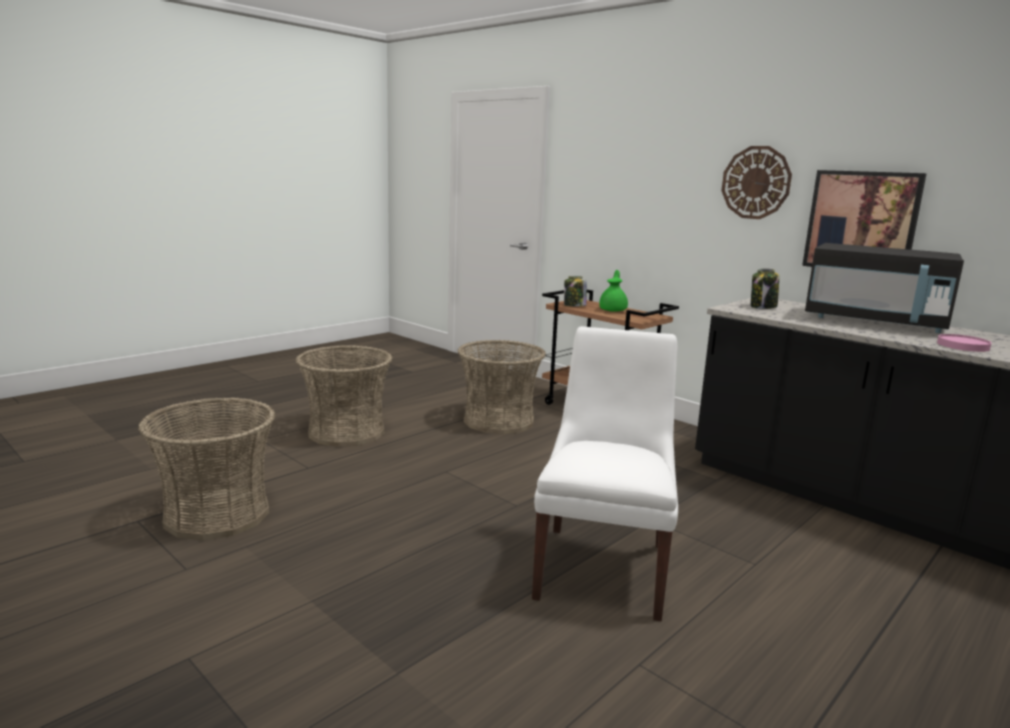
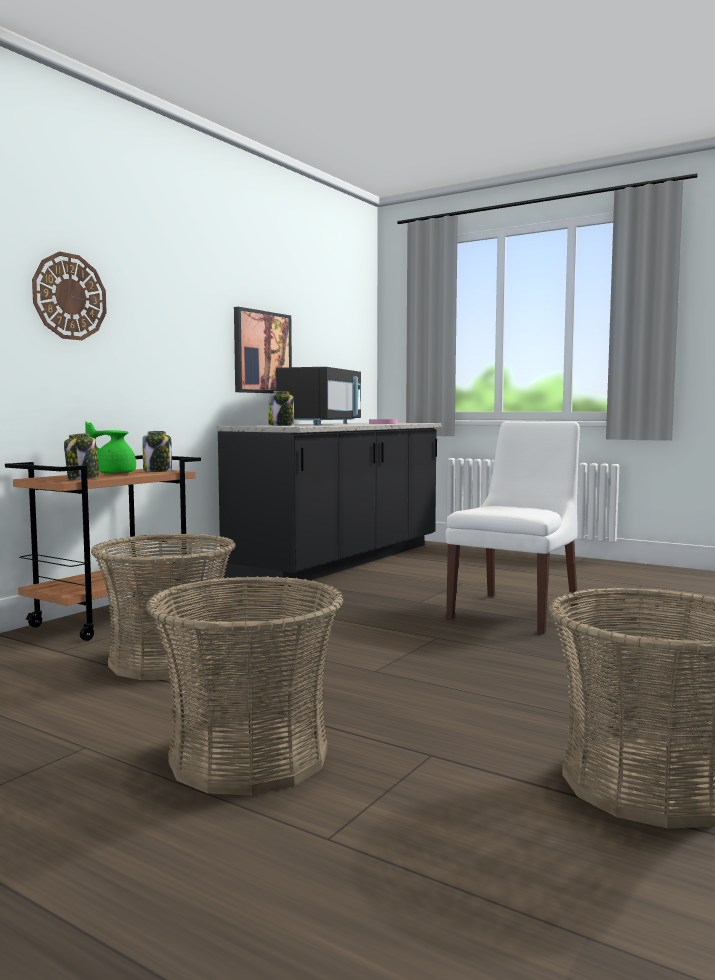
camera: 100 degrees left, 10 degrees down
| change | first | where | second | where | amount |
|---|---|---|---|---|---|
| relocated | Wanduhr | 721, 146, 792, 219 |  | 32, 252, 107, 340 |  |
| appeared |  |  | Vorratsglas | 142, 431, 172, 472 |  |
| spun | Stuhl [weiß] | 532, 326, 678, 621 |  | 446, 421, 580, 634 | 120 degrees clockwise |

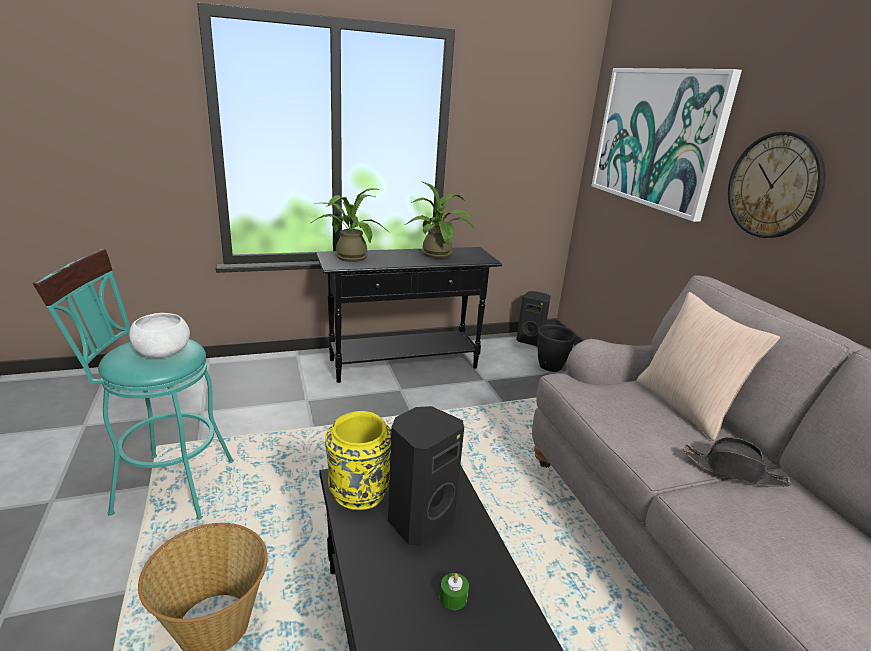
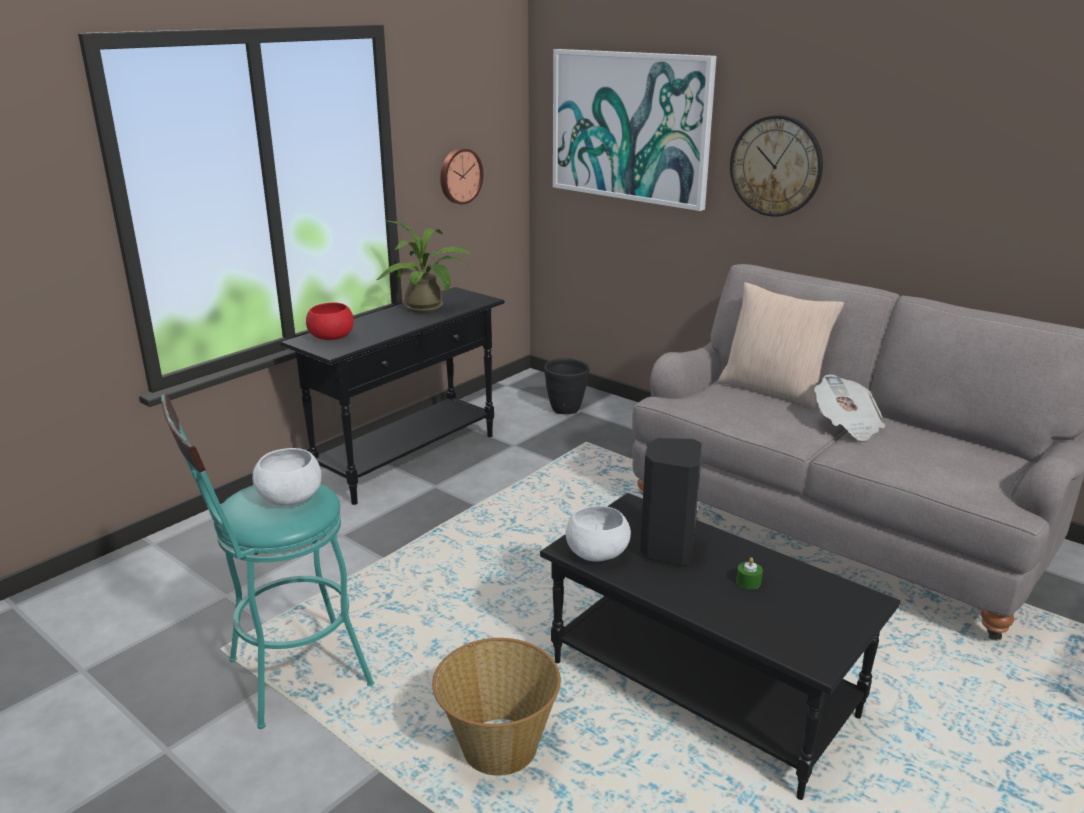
camera: 30 degrees left, 0 degrees up
| change | first | where | second | where | amount |
|---|---|---|---|---|---|
| exchanged | Topfpflanze | 311, 188, 390, 262 | Schüssel [rot] | 306, 303, 354, 340 |  |
| appeared |  |  | Wanduhr | 440, 148, 483, 205 |  |
| exchanged | Vase [gelb] | 325, 411, 391, 510 | Schüssel [weiß] | 566, 505, 631, 562 |  |
| exchanged | Hut [schwarz] | 684, 437, 791, 487 | Zeitung | 814, 375, 885, 441 |  |
| missing | Lautsprecher [schwarz] | 516, 291, 551, 346 |  |  |  |

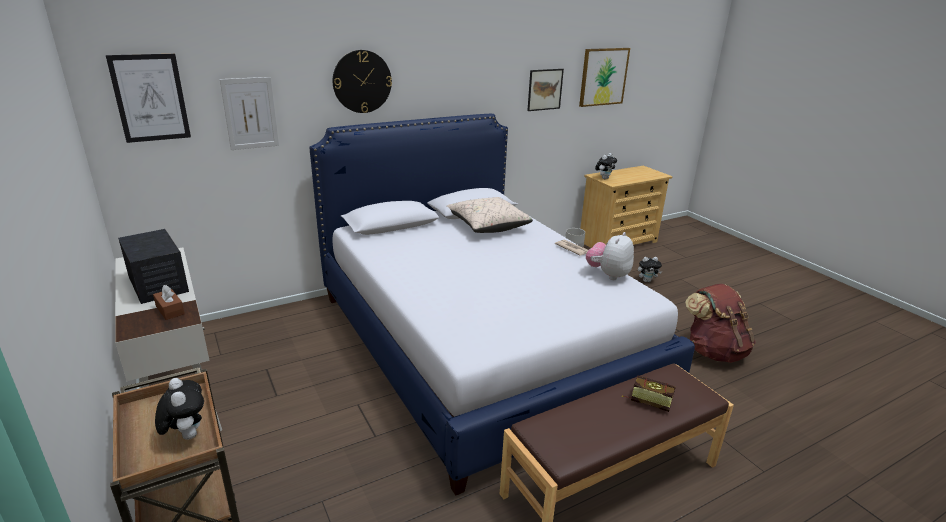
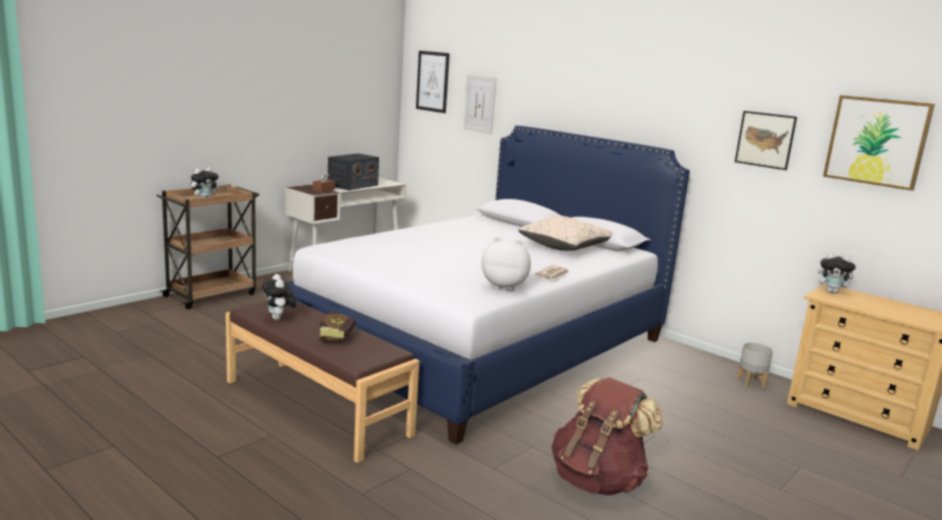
camera: 70 degrees right, 10 degrees down
| change | first | where | second | where | amount |
|---|---|---|---|---|---|
| relocated | Plüschtier | 638, 257, 662, 282 |  | 262, 274, 296, 320 |  |
| missing | Wanduhr | 333, 50, 392, 113 |  |  |  |

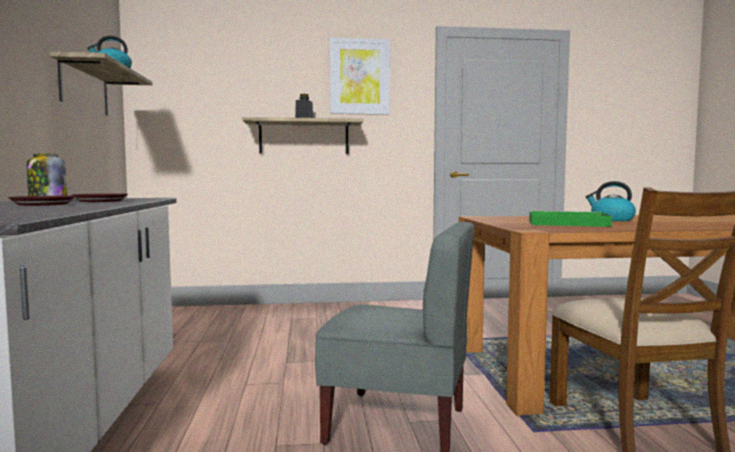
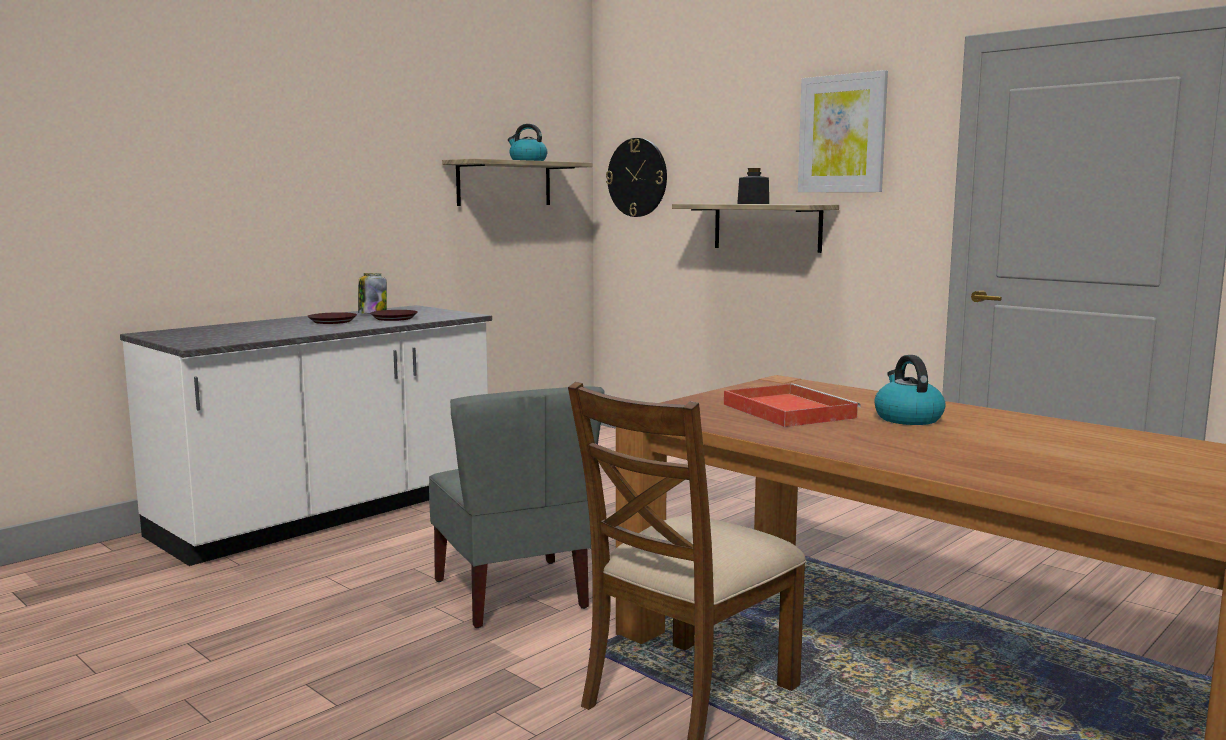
camera: 50 degrees right, 5 degrees up
| change | first | where | second | where | amount |
|---|---|---|---|---|---|
| appeared |  |  | Wanduhr | 606, 138, 667, 217 |  |
| colour | Tablett [grün] | 529, 211, 612, 227 | Tablett [rot] | 724, 383, 861, 427 |  |

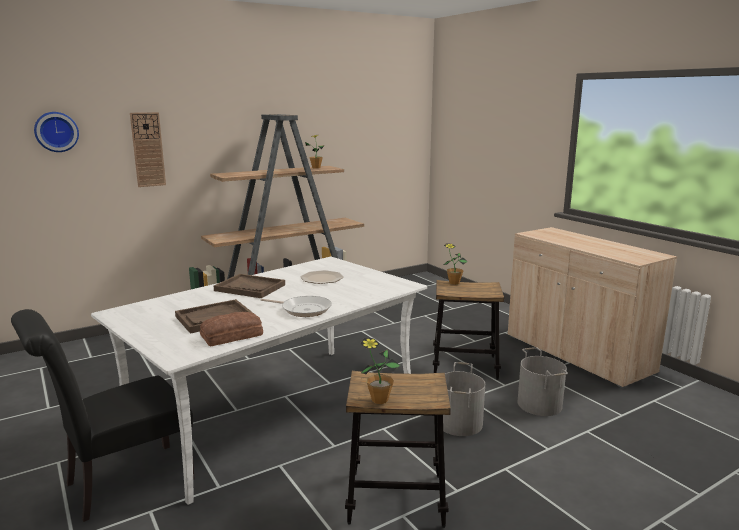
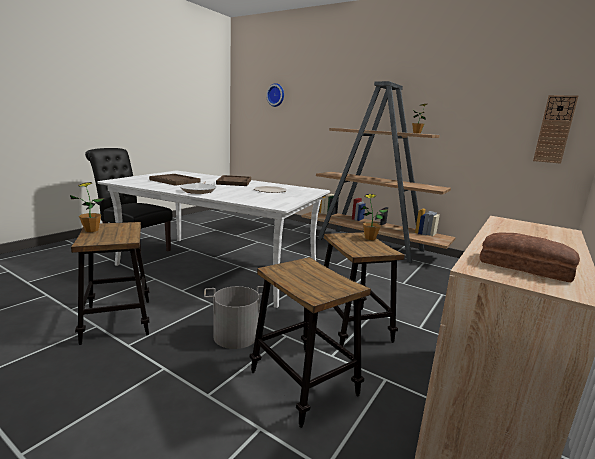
camera: 65 degrees right, 0 degrees up
| change | first | where | second | where | amount |
|---|---|---|---|---|---|
| exchanged | Eimer [grau] | 518, 347, 568, 416 | Hocker | 250, 257, 371, 428 |  |
| relocated | Brot | 200, 312, 263, 347 |  | 479, 232, 580, 282 |  |
| relocated | Wanduhr | 130, 112, 166, 187 |  | 533, 95, 578, 164 |  |

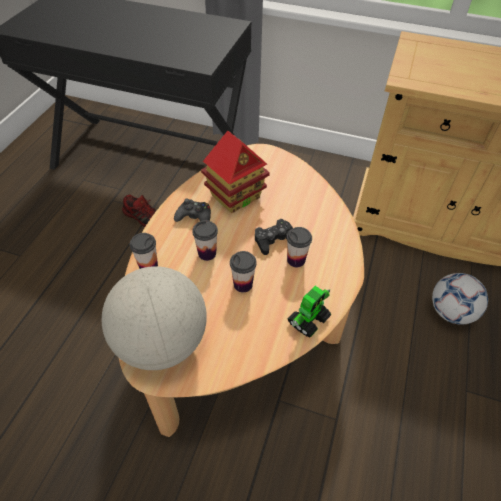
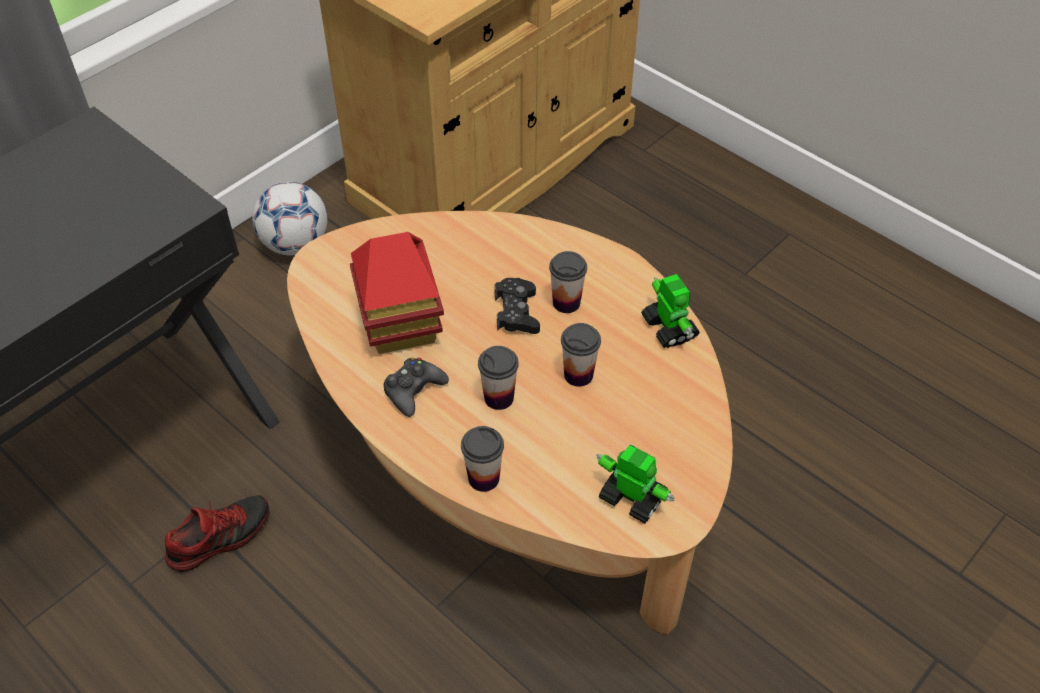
camera: 65 degrees left, 0 degrees up
| change | first | where | second | where | amount |
|---|---|---|---|---|---|
| relocated | Fußball | 432, 273, 488, 325 |  | 252, 182, 328, 255 |  |
| exchanged | Globus | 102, 266, 207, 370 | Spielzeugroboter | 596, 445, 674, 523 |  |

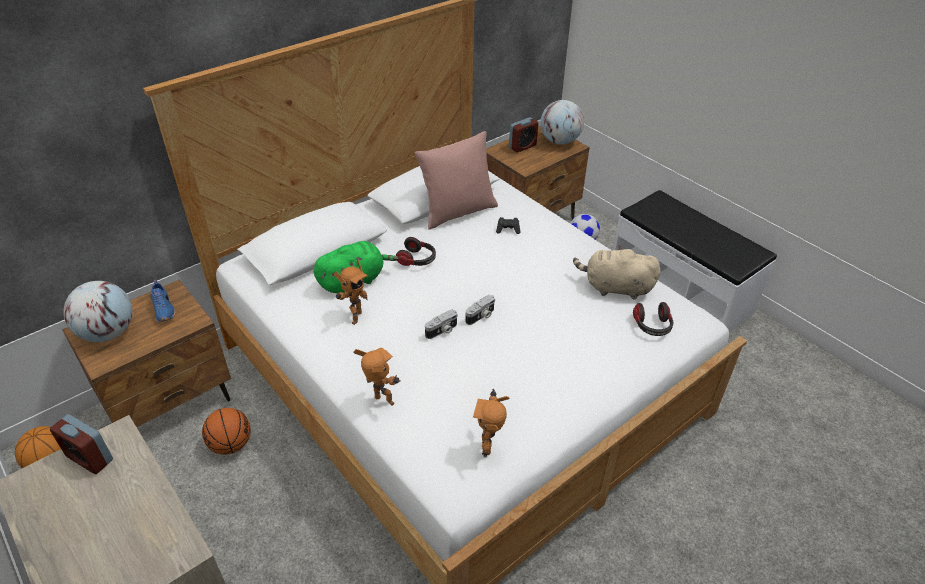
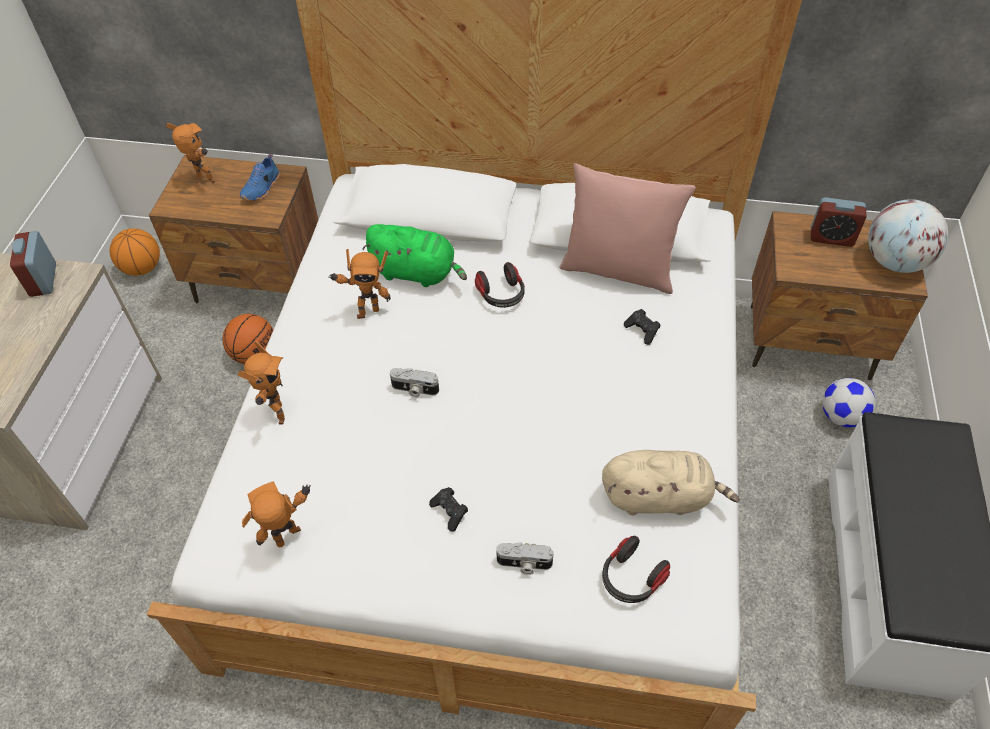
camera: 50 degrees right, 10 degrees up
| change | first | where | second | where | amount |
|---|---|---|---|---|---|
| exchanged | Globus | 64, 281, 132, 342 | Spielzeugroboter | 166, 123, 215, 183 |  |
| appeared |  |  | Gamepad [schwarz] | 429, 487, 468, 532 |  |
| relocated | Kamera | 465, 295, 495, 325 |  | 496, 542, 554, 575 |  |
| spun | Plüschtier [beige] | 573, 245, 661, 300 |  | 602, 450, 740, 515 | 120 degrees clockwise |

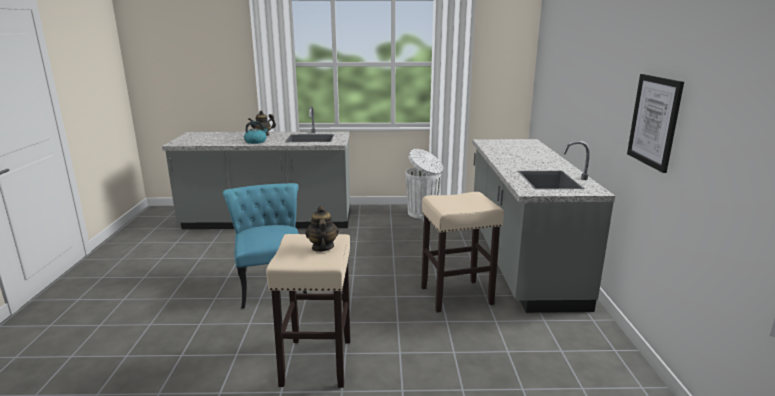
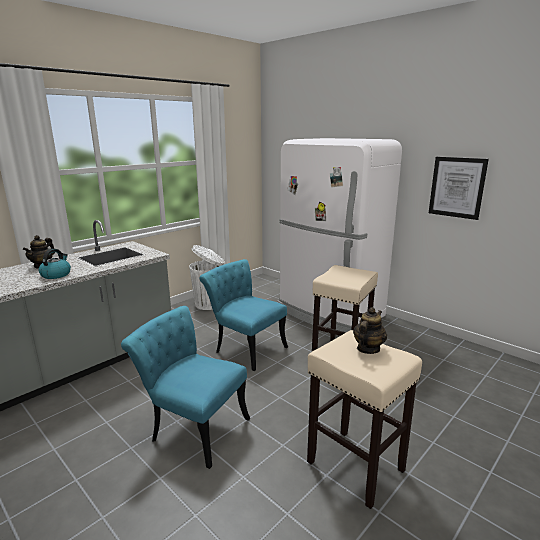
camera: 45 degrees left, 0 degrees up
| change | first | where | second | where | amount |
|---|---|---|---|---|---|
| appeared |  |  | Stuhl [türkis] | 200, 259, 288, 371 |  |
| exchanged | Küchenzeile [grau] | 472, 139, 615, 313 | Kühlschrank [weiß] | 277, 138, 402, 332 |  |
| spun | Teekanne | 305, 206, 339, 252 |  | 353, 307, 387, 354 | 90 degrees clockwise |

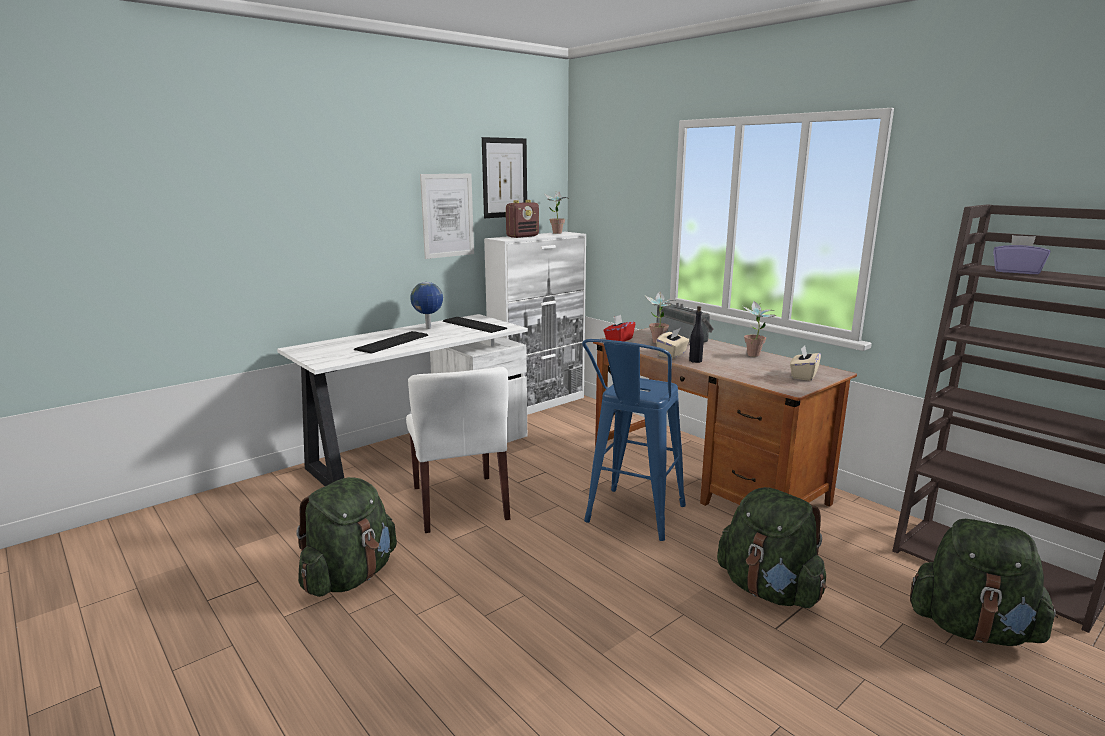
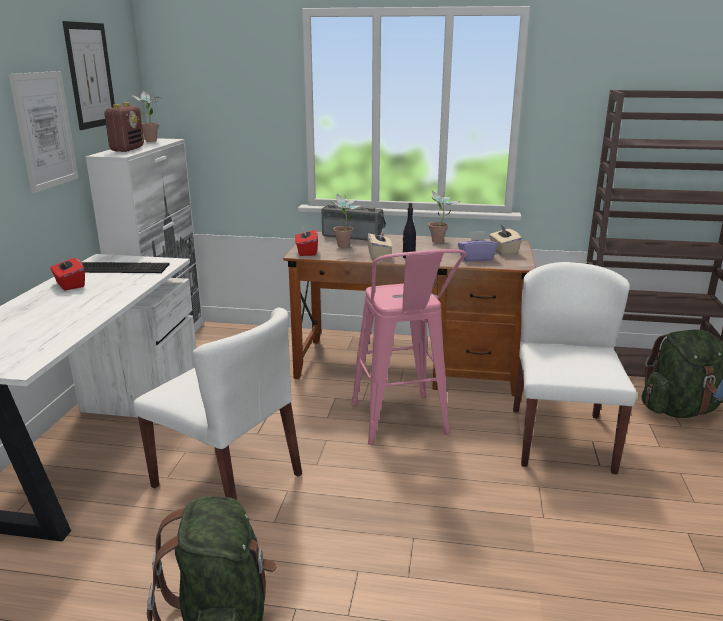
camera: 40 degrees left, 5 degrees up
| change | first | where | second | where | amount |
|---|---|---|---|---|---|
| exchanged | Globus | 410, 282, 443, 329 | Taschentuchbox [rot] | 50, 256, 85, 290 |  |
| colour | Hocker [blau] | 582, 339, 686, 541 | Hocker [rosa] | 351, 249, 466, 445 |  |
| relocated | Taschentuchbox [lila] | 993, 235, 1050, 274 |  | 458, 231, 498, 262 |  |
| exchanged | Rucksack [grün] | 717, 487, 827, 608 | Stuhl [weiß] | 513, 262, 637, 475 |  |
| missing | Tastatur | 354, 331, 428, 354 |  |  |  |

